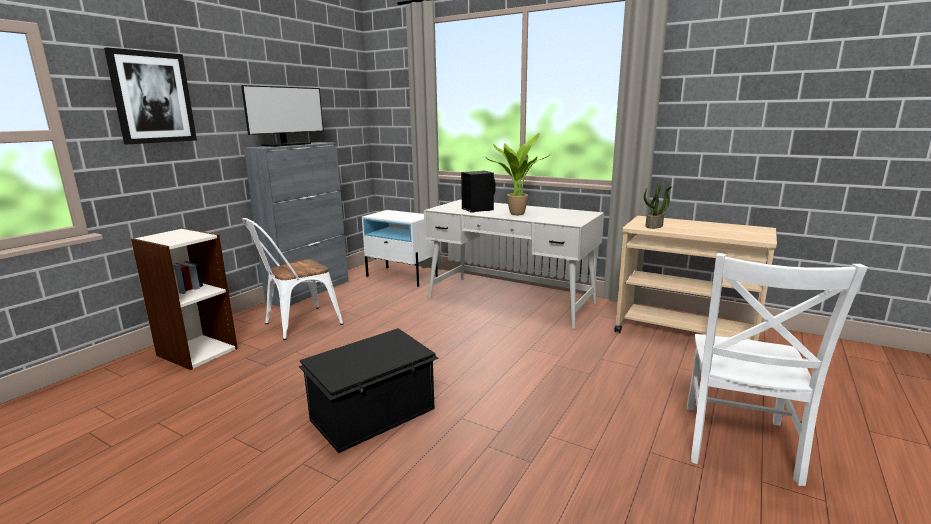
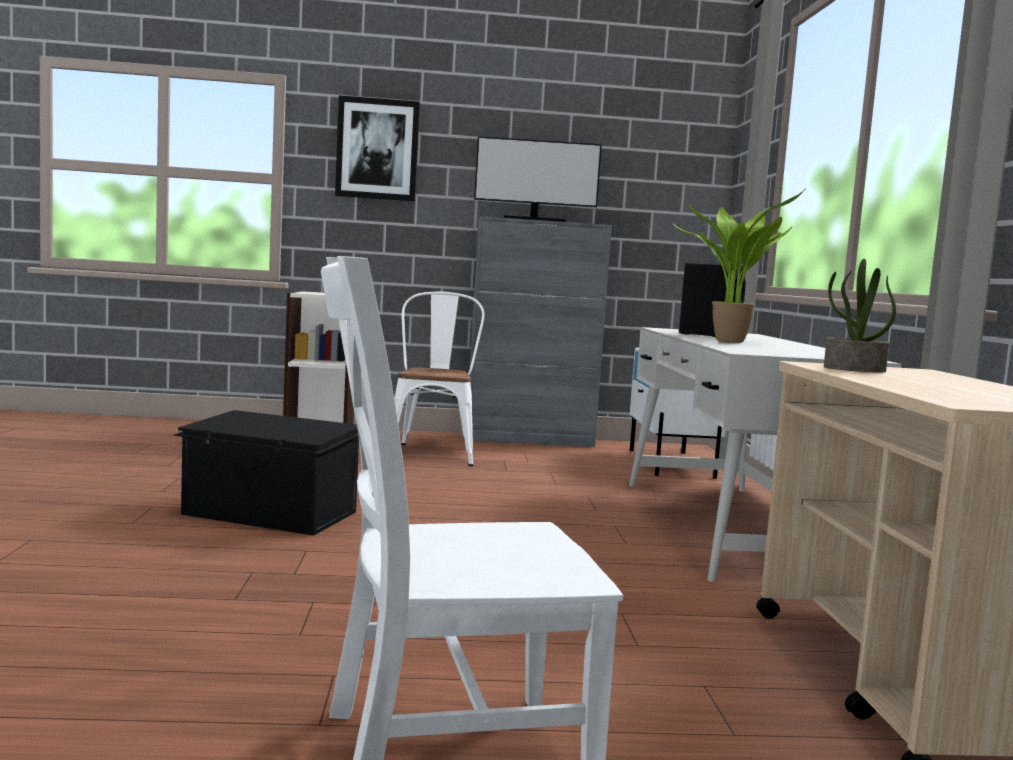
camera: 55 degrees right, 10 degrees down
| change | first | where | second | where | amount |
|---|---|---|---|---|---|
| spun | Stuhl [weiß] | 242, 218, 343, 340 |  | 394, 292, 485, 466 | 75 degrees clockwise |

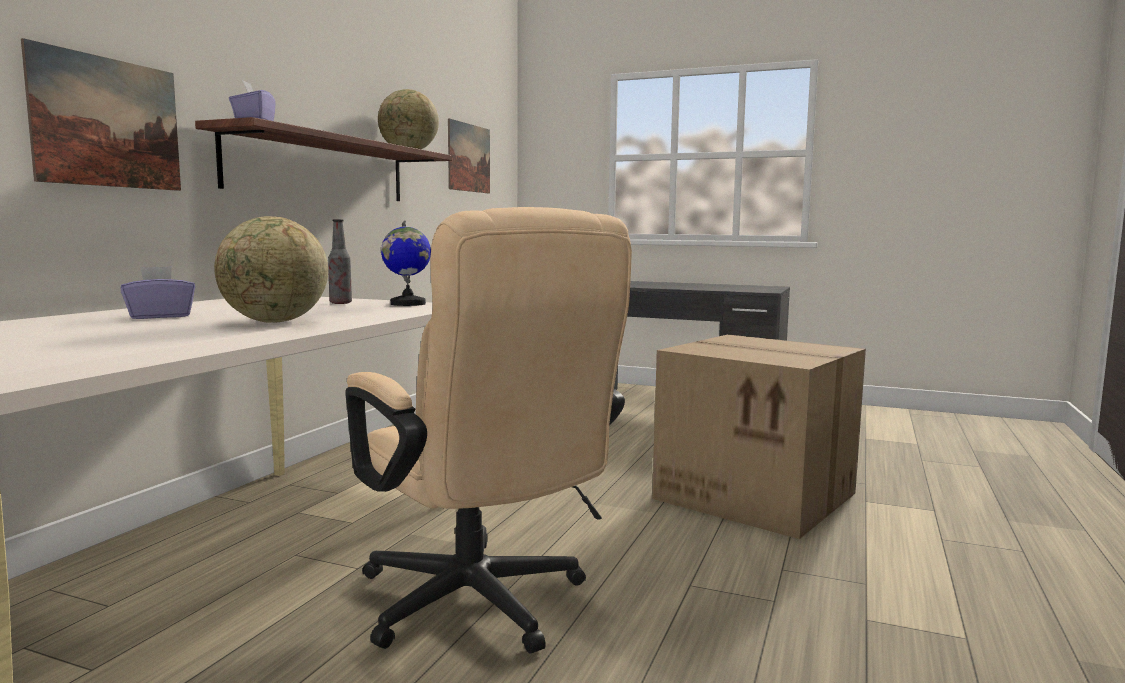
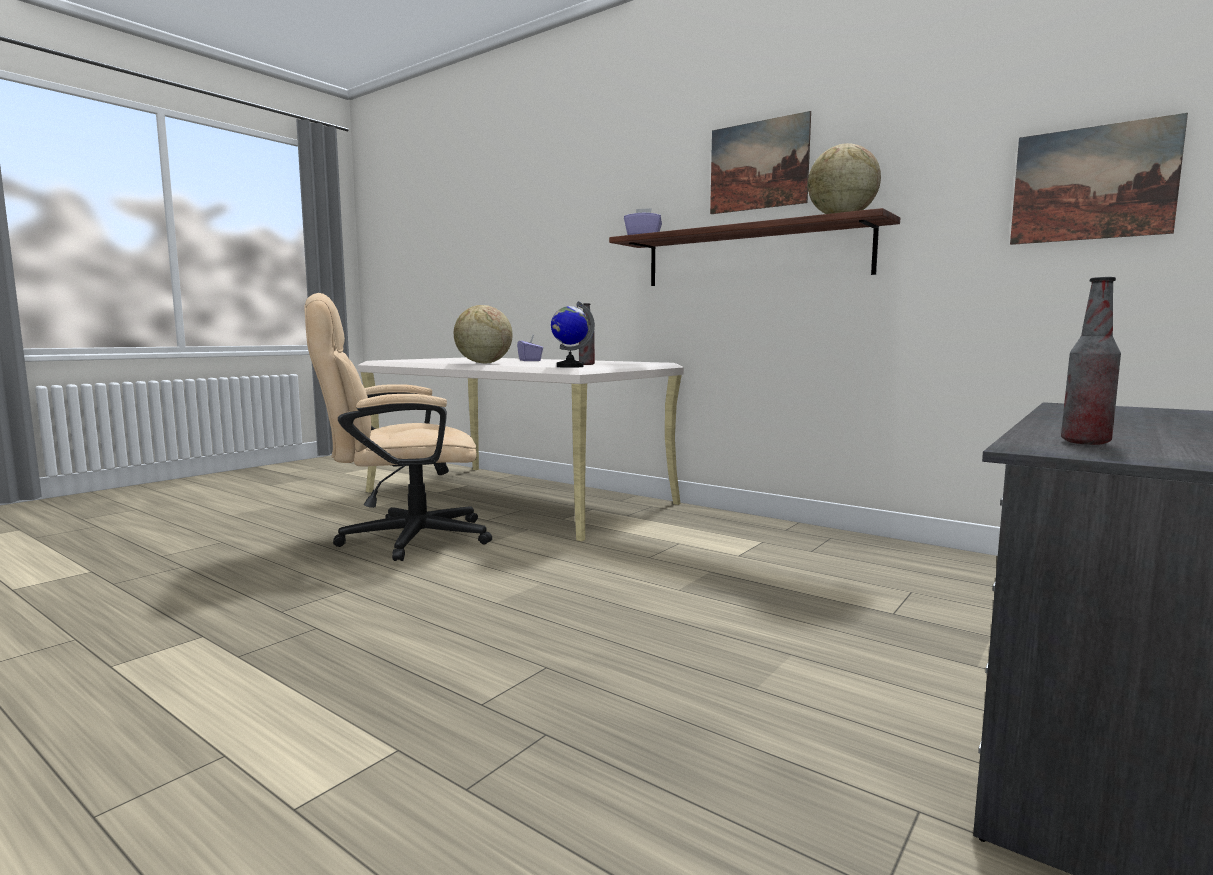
camera: 105 degrees right, 0 degrees up
| change | first | where | second | where | amount |
|---|---|---|---|---|---|
| relocated | Bild | 21, 38, 181, 191 |  | 710, 111, 811, 214 |  |
| appeared |  |  | Flasche | 1061, 277, 1121, 445 |  |
| missing | Karton | 652, 335, 866, 539 |  |  |  |

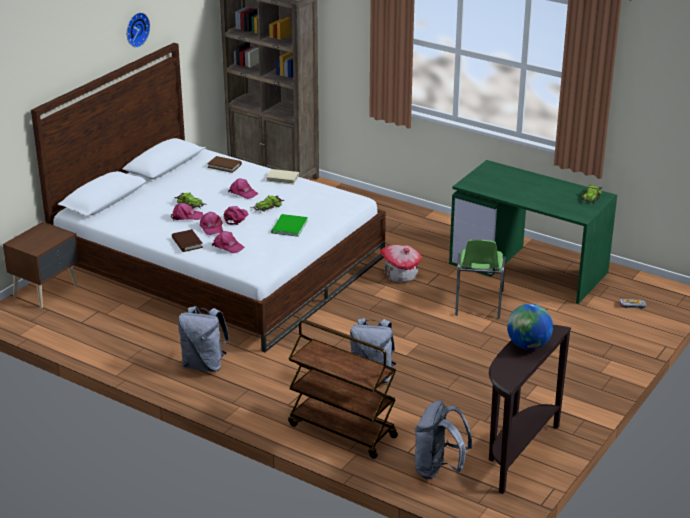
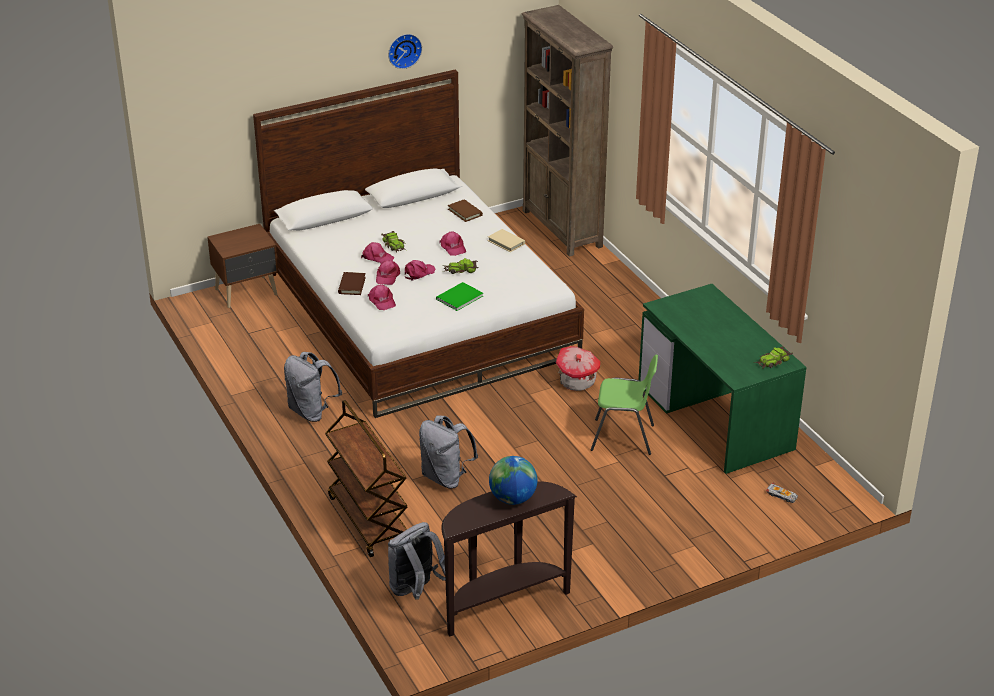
camera: 30 degrees right, 5 degrees up
| change | first | where | second | where | amount |
|---|---|---|---|---|---|
| spun | Stuhl [grün] | 455, 239, 506, 319 |  | 590, 355, 658, 455 | 120 degrees counterclockwise |

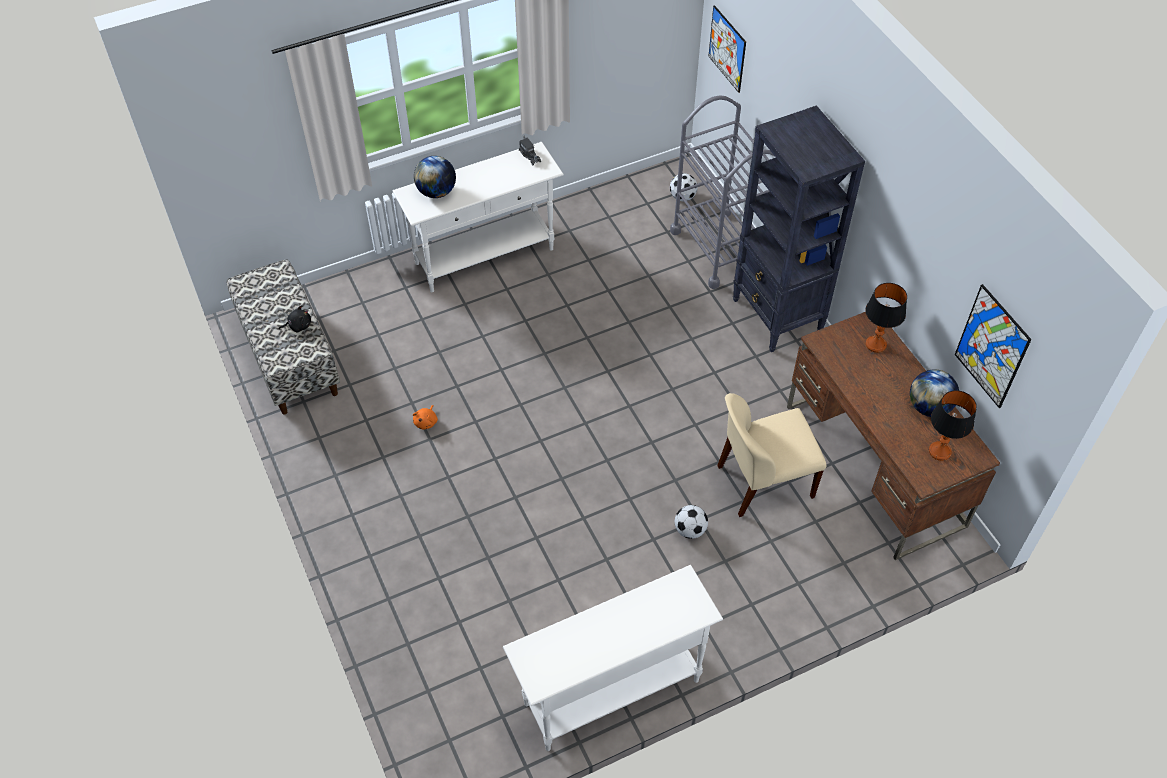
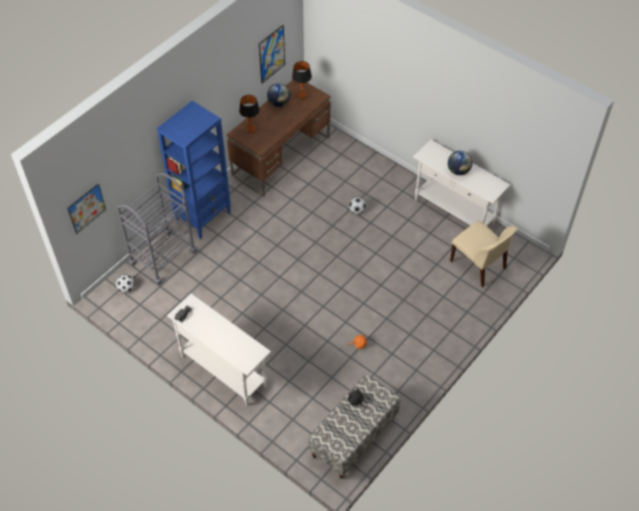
camera: 115 degrees left, 0 degrees up
| change | first | where | second | where | amount |
|---|---|---|---|---|---|
| colour | Bücherregal [schwarz] | 733, 105, 865, 352 | Bücherregal [blau] | 157, 101, 231, 239 |  |
| relocated | Globus | 414, 156, 456, 198 |  | 448, 151, 472, 175 |  |
| relocated | Stuhl [beige] | 717, 393, 826, 517 |  | 450, 220, 518, 287 |  |

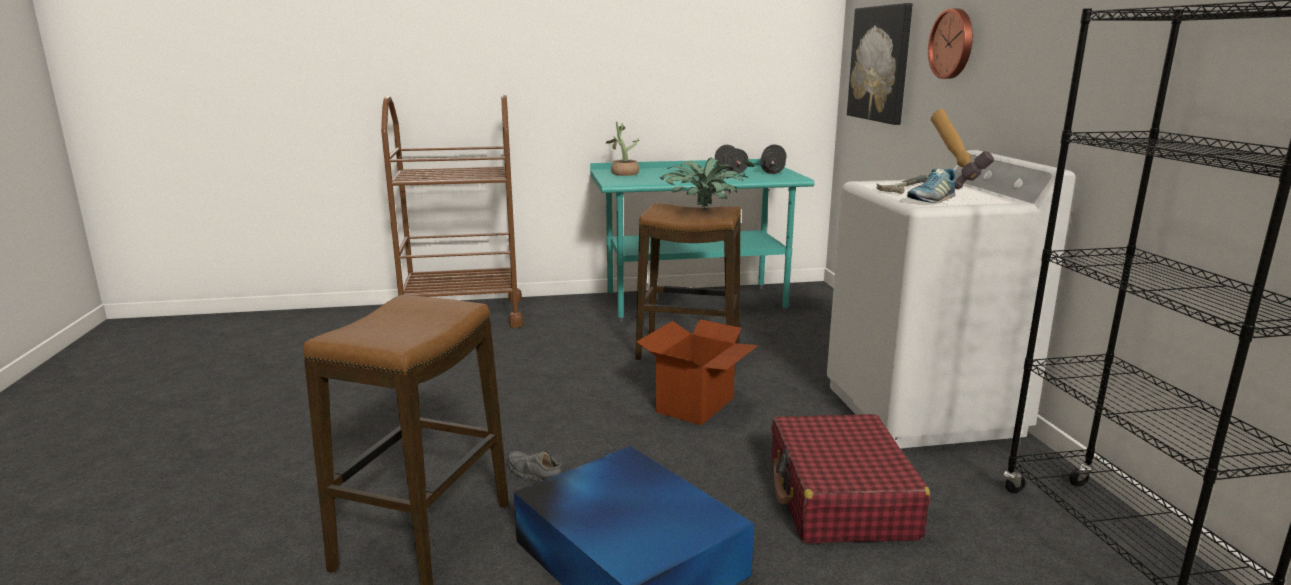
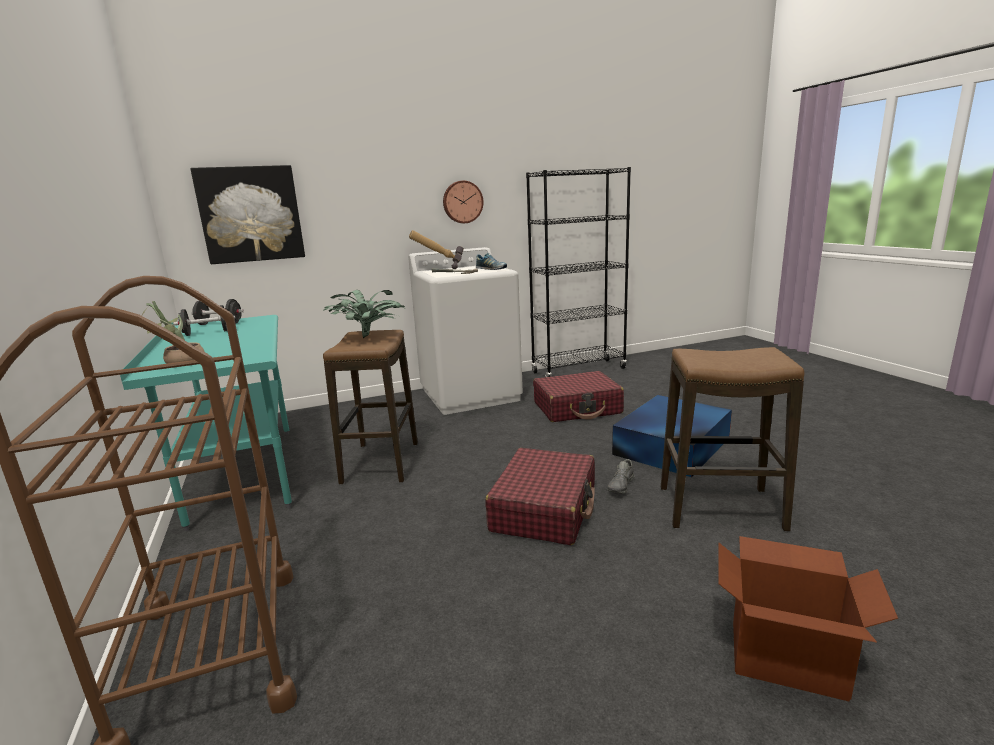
camera: 100 degrees left, 0 degrees up
| change | first | where | second | where | amount |
|---|---|---|---|---|---|
| relocated | Wanduhr | 928, 8, 973, 79 |  | 443, 180, 483, 223 |  |
| appeared |  |  | Koffer [rot] | 485, 448, 595, 545 |  |
| relocated | Karton | 636, 319, 758, 425 |  | 718, 536, 898, 702 |  |

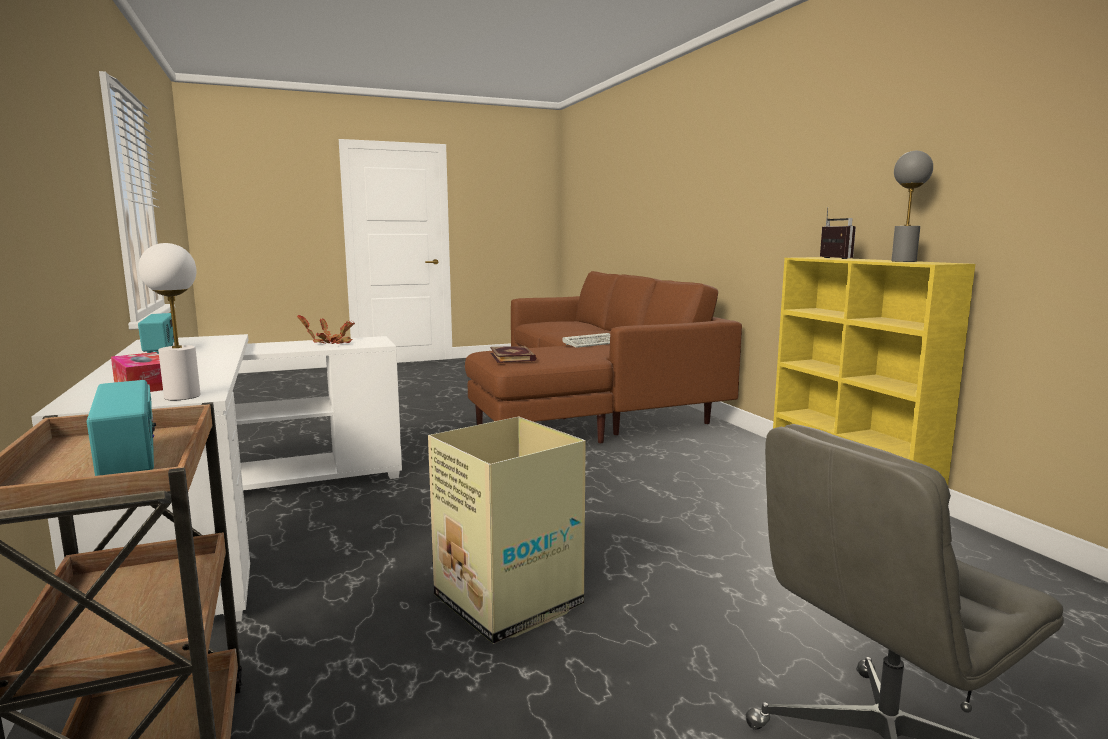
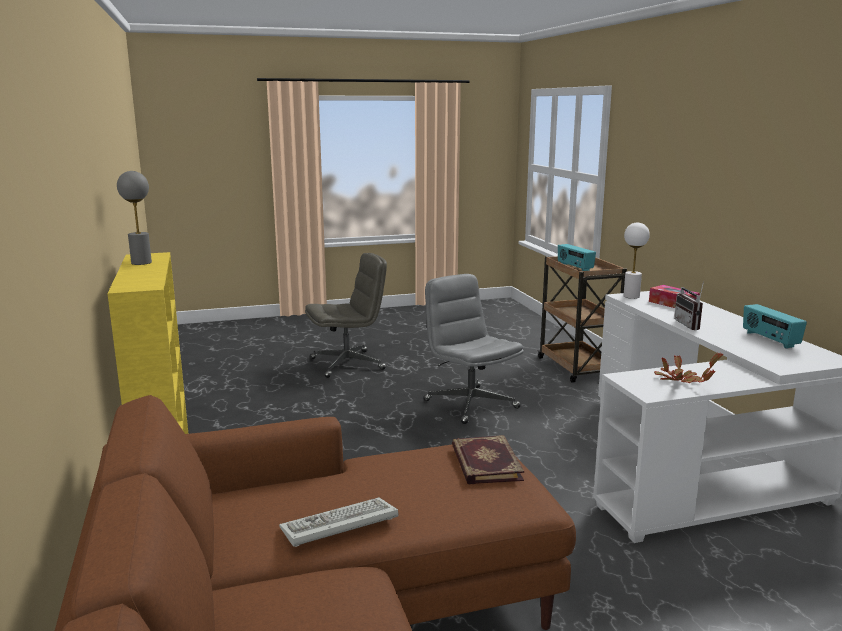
camera: 175 degrees left, 5 degrees up
| change | first | where | second | where | amount |
|---|---|---|---|---|---|
| exchanged | Karton | 428, 417, 586, 644 | Bürostuhl [grau] | 423, 274, 524, 424 |  |
| relocated | Radio | 820, 207, 856, 259 |  | 674, 281, 704, 330 |  |

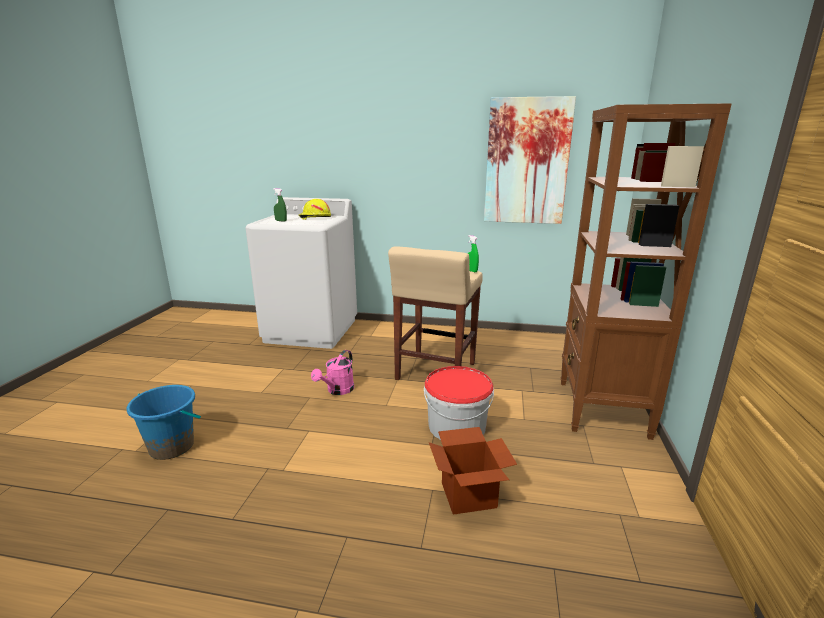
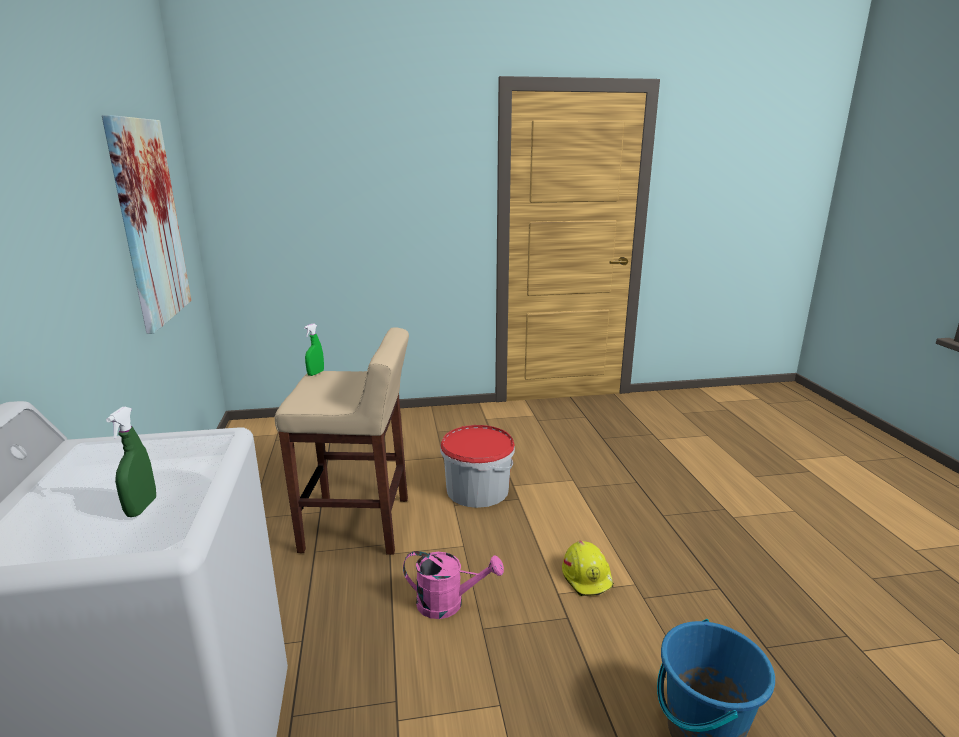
camera: 110 degrees left, 0 degrees up
| change | first | where | second | where | amount |
|---|---|---|---|---|---|
| relocated | Schutzhelm [gelb] | 298, 199, 331, 220 |  | 562, 541, 614, 596 |  |
| missing | Karton | 429, 427, 517, 515 |  |  |  |
| missing | Bücherregal [braun] | 561, 103, 732, 440 |  |  |  |

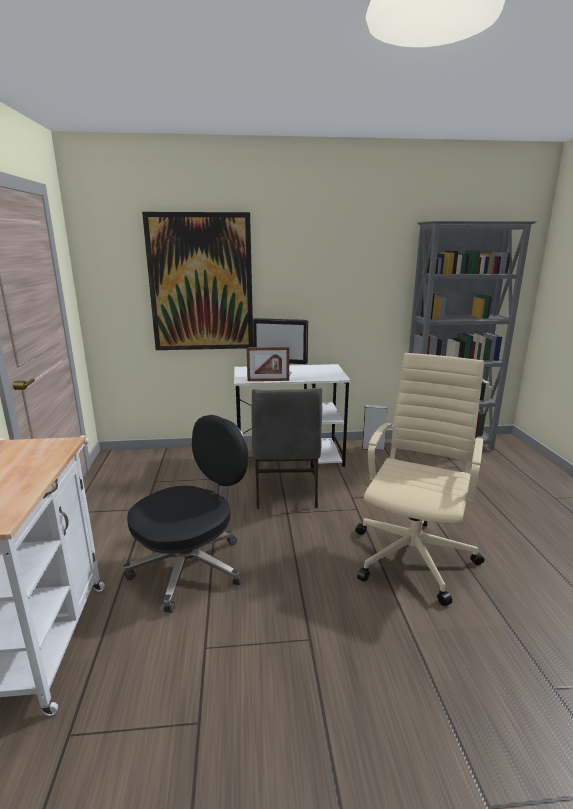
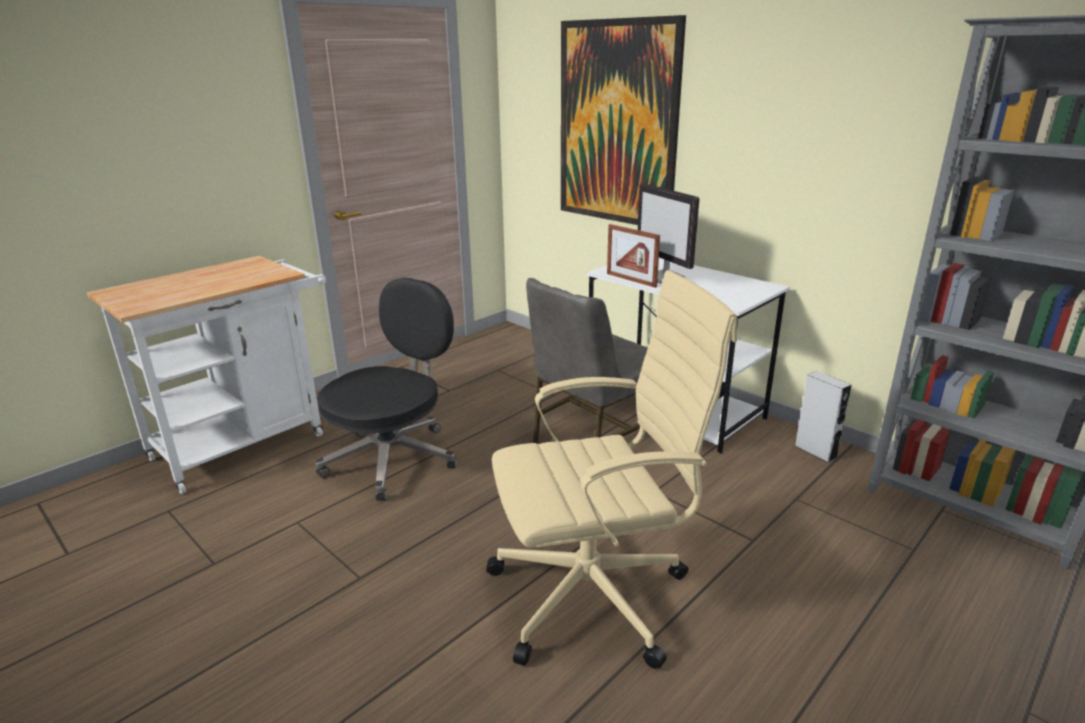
camera: 50 degrees right, 5 degrees up
| change | first | where | second | where | amount |
|---|---|---|---|---|---|
| spun | Bürostuhl [schwarz] | 123, 415, 248, 613 |  | 315, 278, 457, 501 | 60 degrees counterclockwise |

